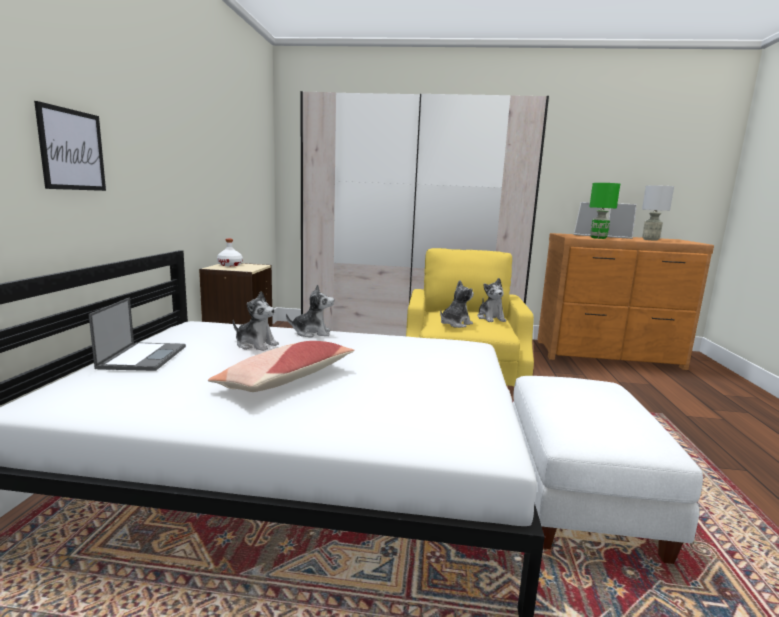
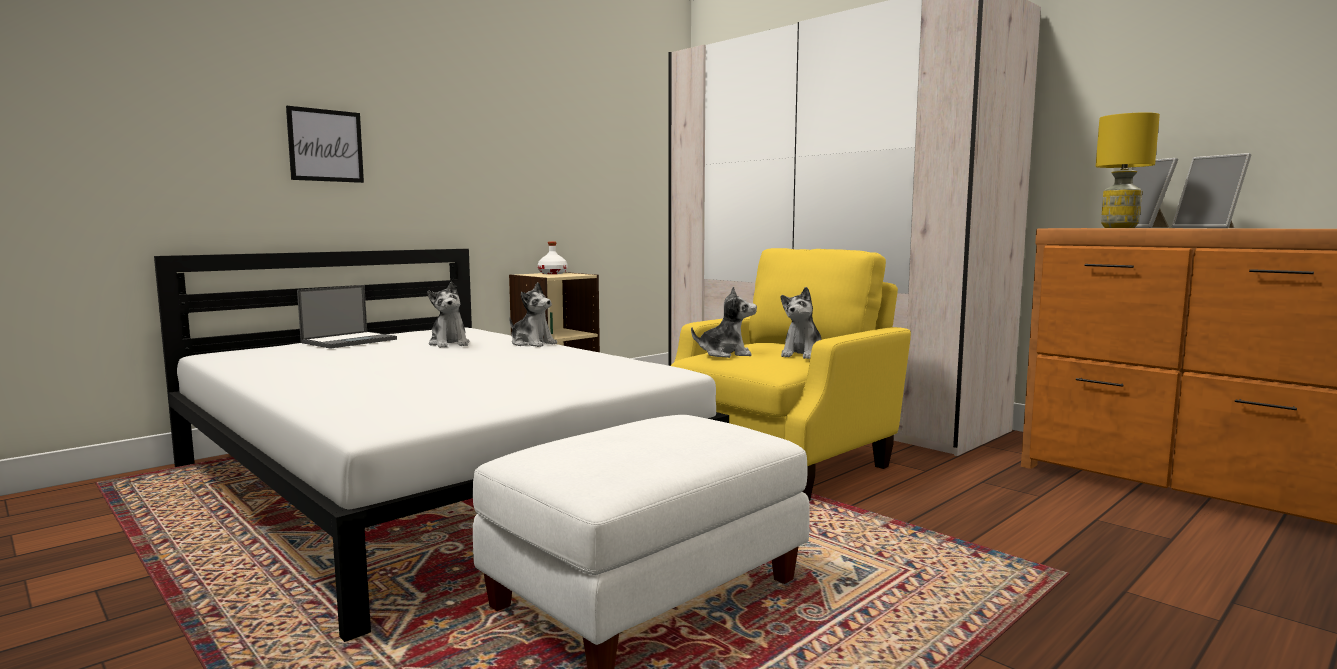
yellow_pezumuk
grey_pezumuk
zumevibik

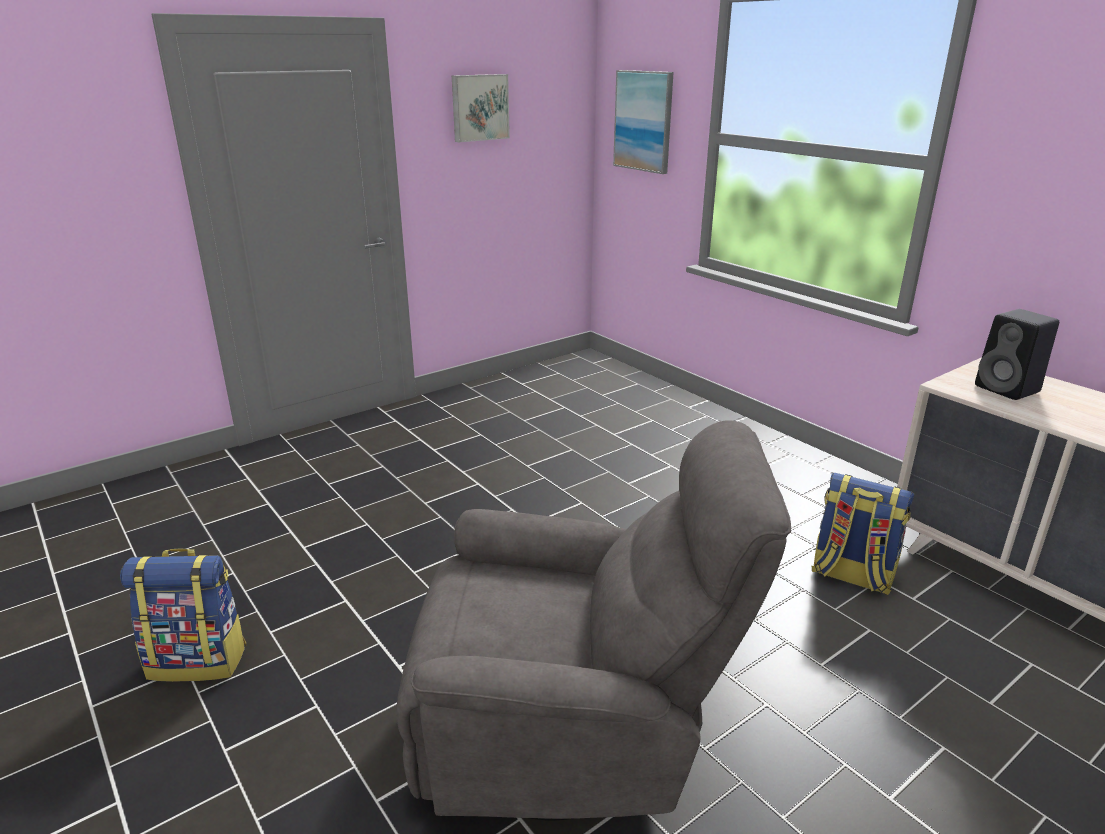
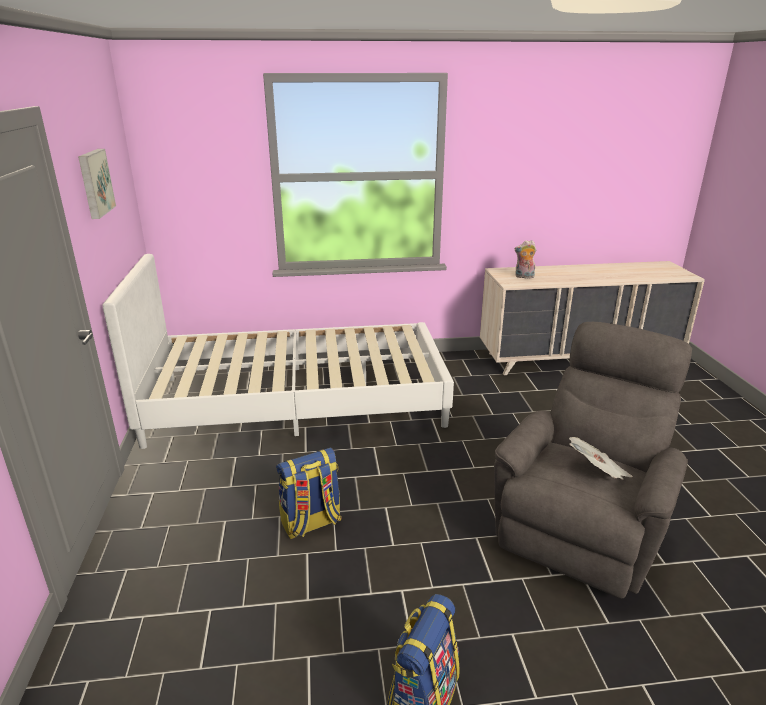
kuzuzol (no. 2 from left in the first image)
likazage
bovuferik (no. 1 from left)
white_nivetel
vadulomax

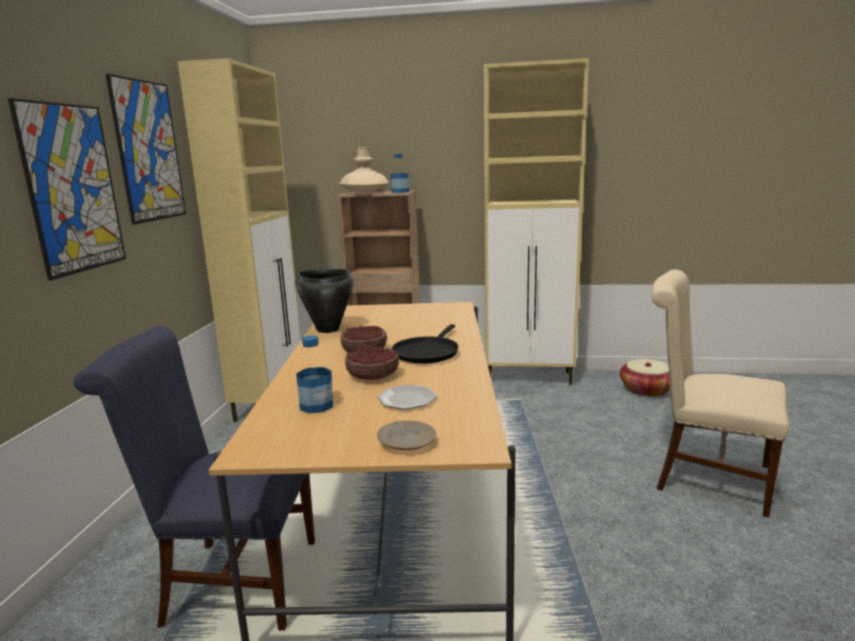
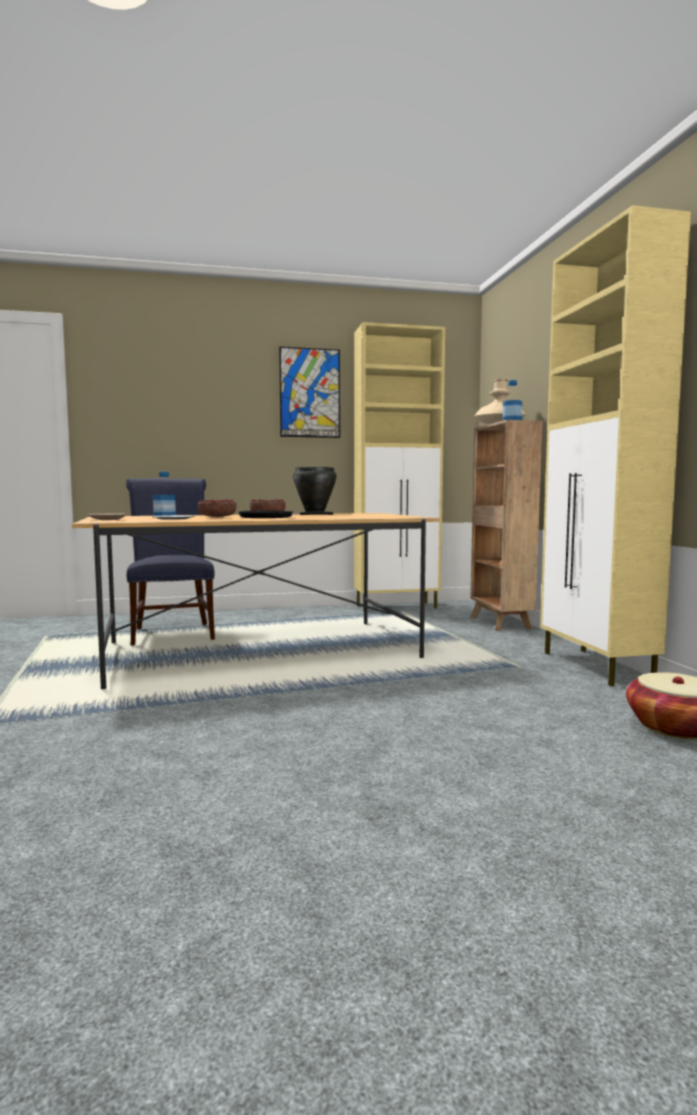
kuzuzol (no. 1 from left in the first image)
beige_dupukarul

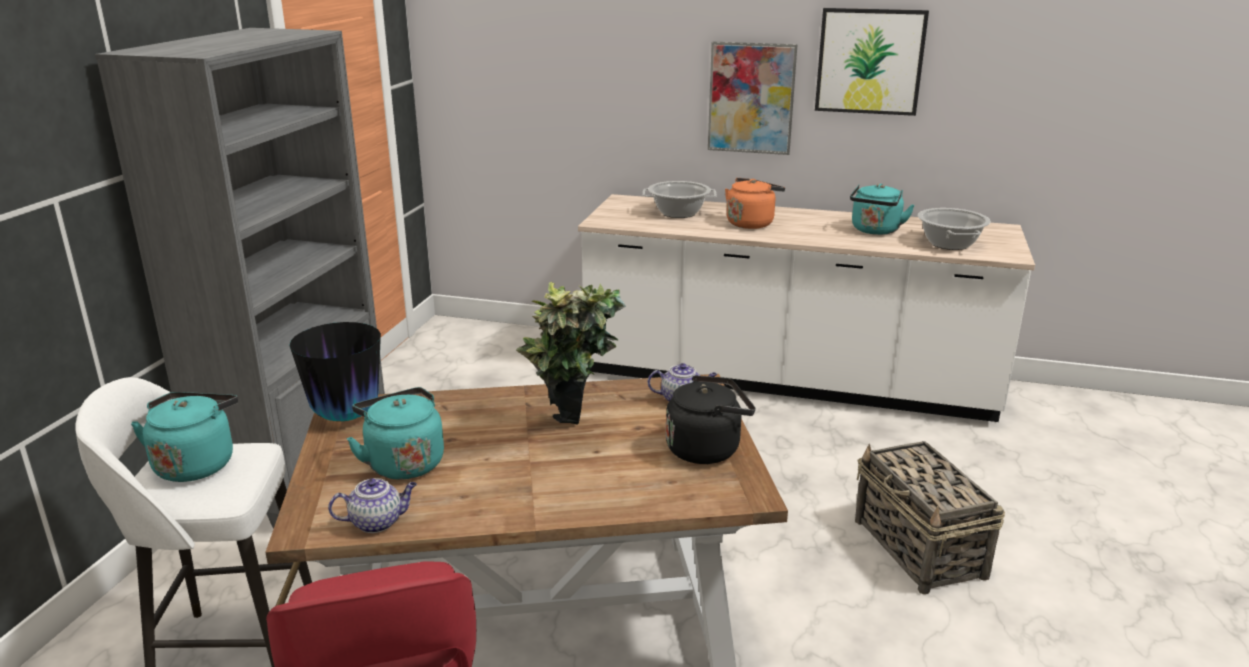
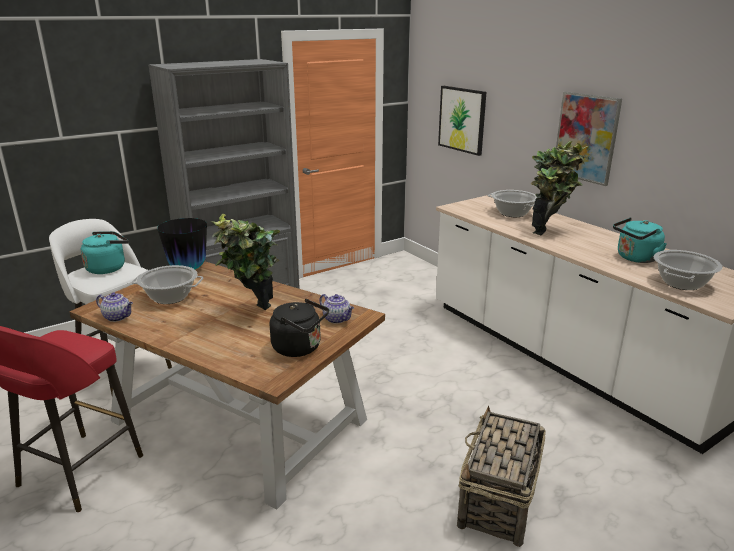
kuzuzol (no. 1 from left)
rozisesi (no. 2 from left)
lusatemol (no. 1 from left)

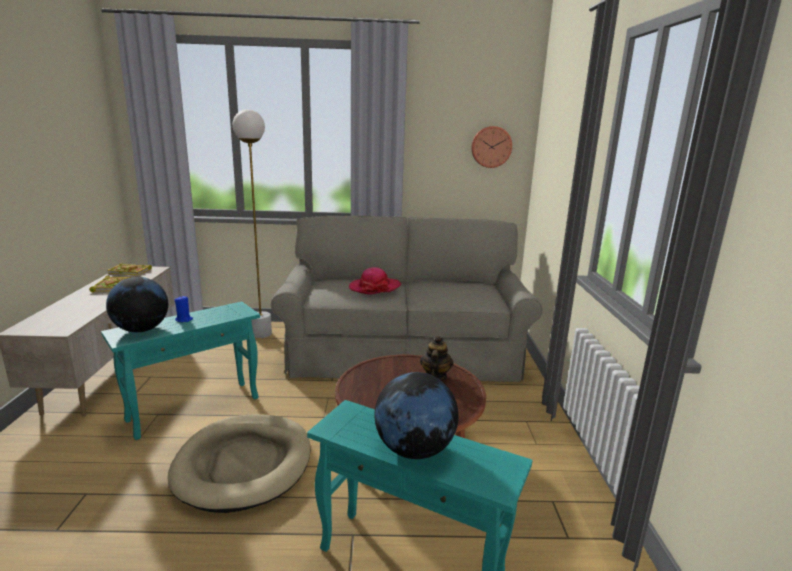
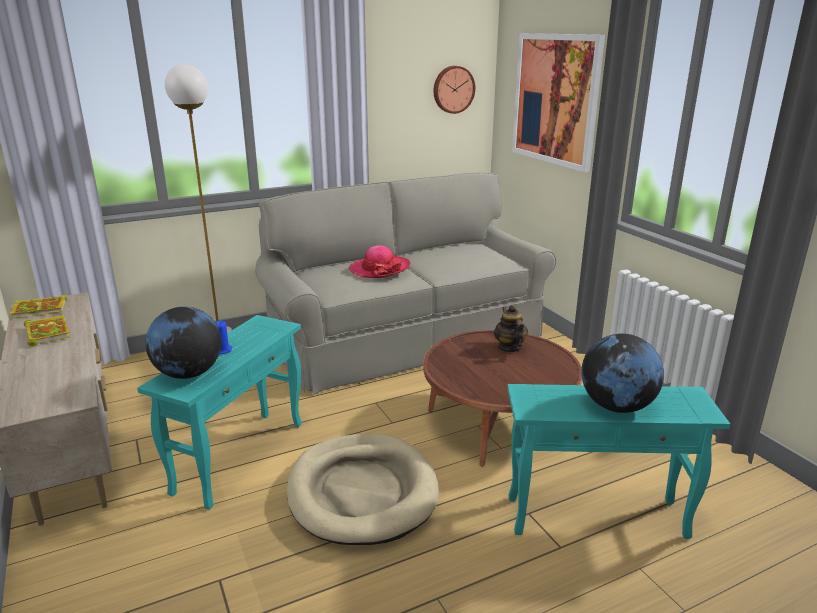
kuzuzol

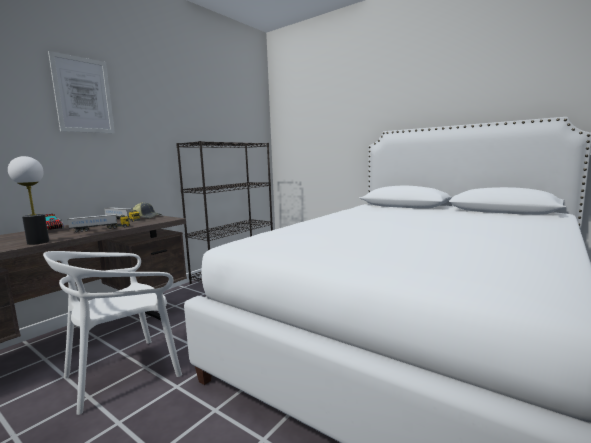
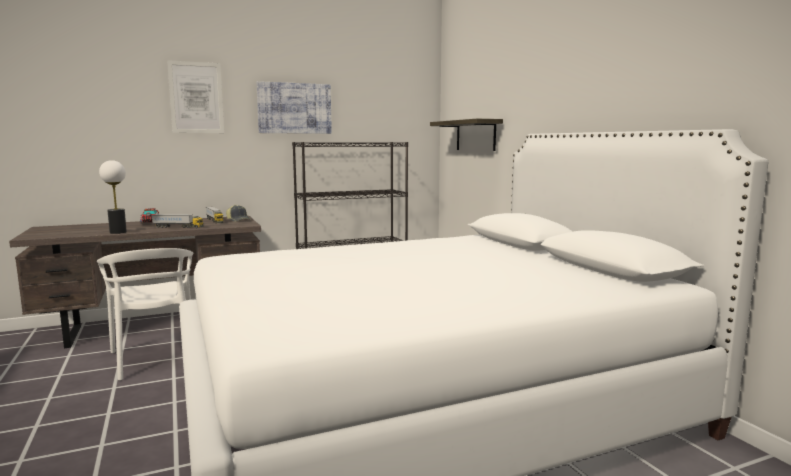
white_dupukarul
kuzuzol (no. 2 from left)
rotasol

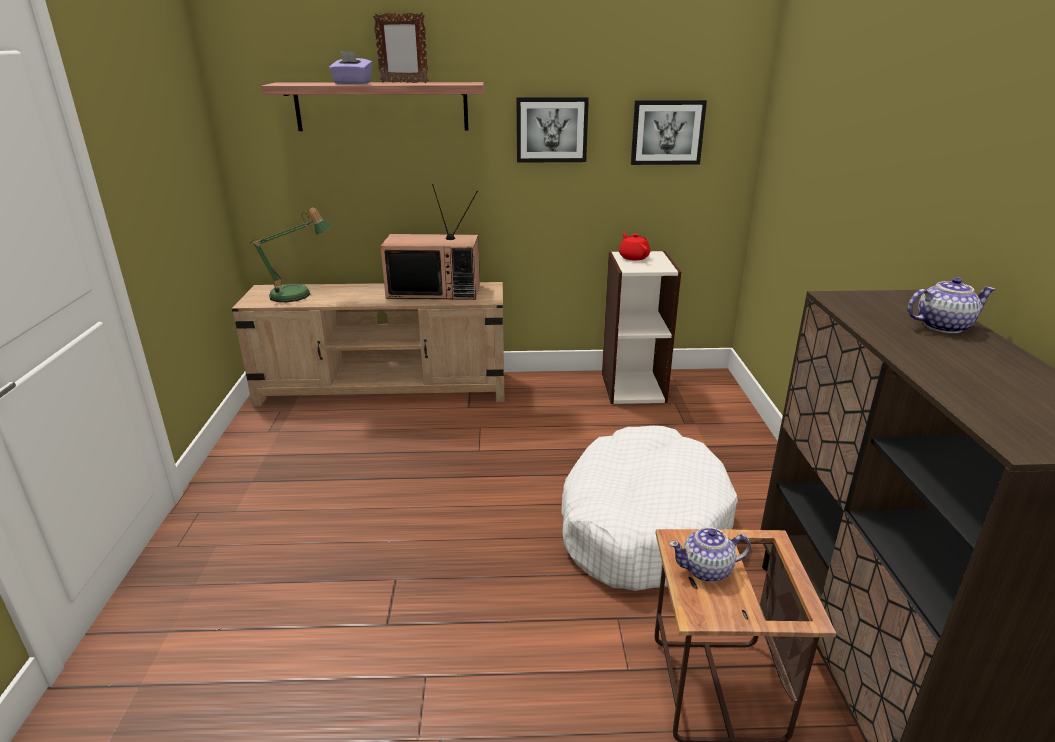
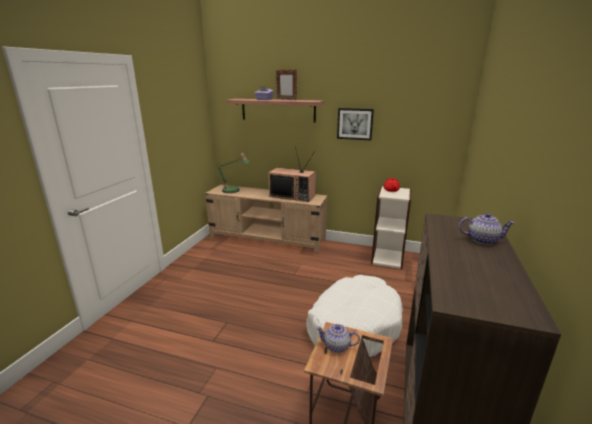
kuzuzol (no. 2 from left in the first image)

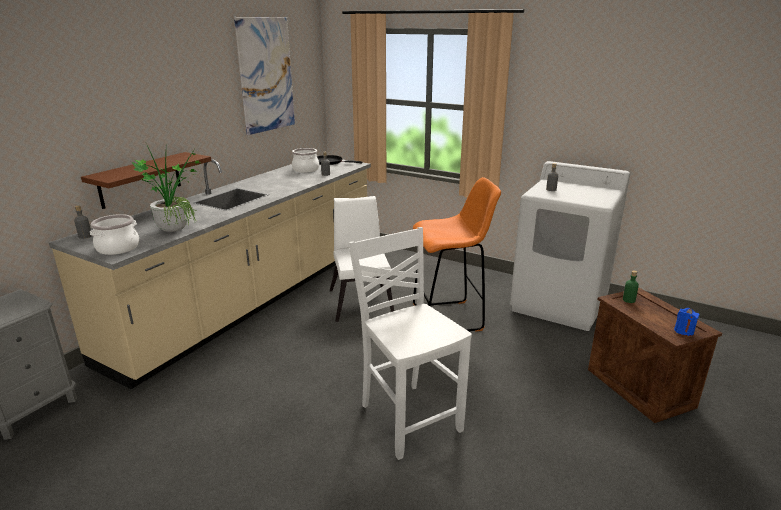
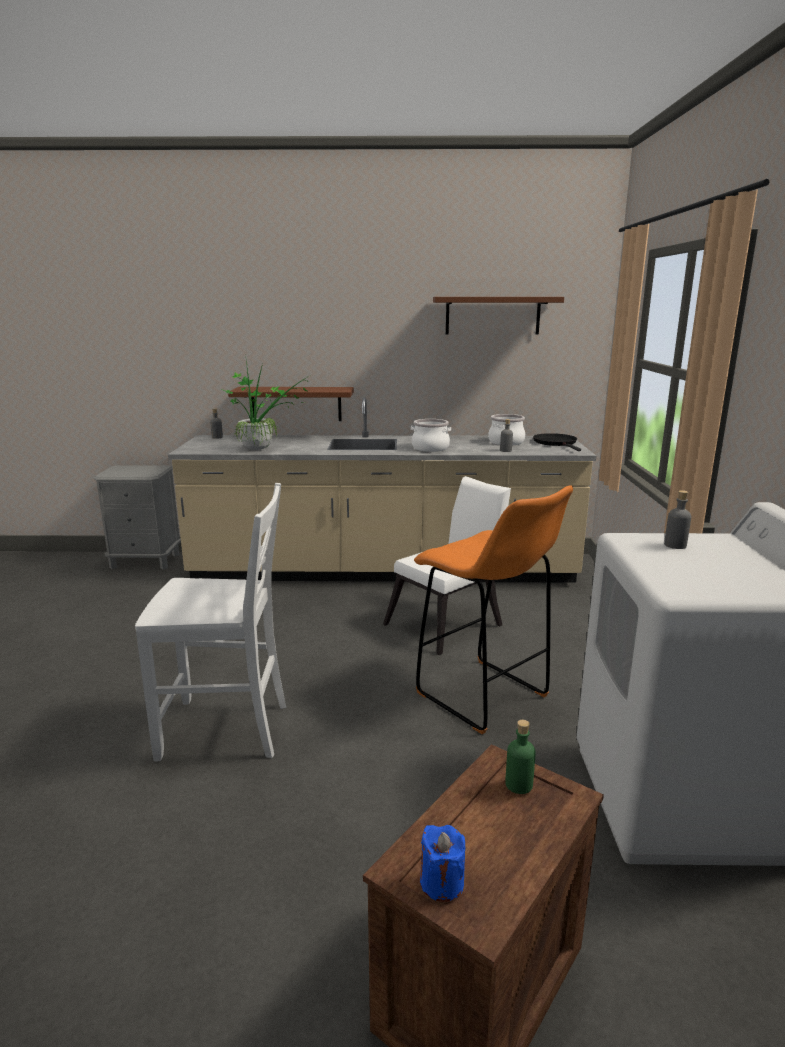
brown_rotasol (no. 2 from left)
lusatemol (no. 1 from left)
white_dupukarul (no. 1 from left)

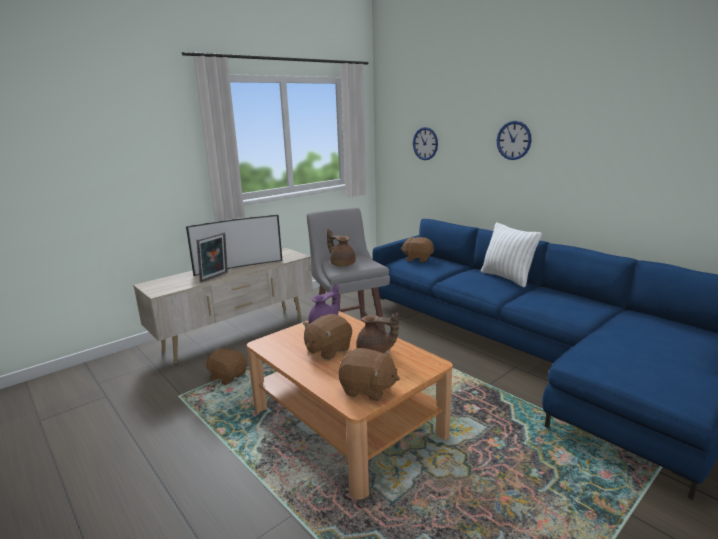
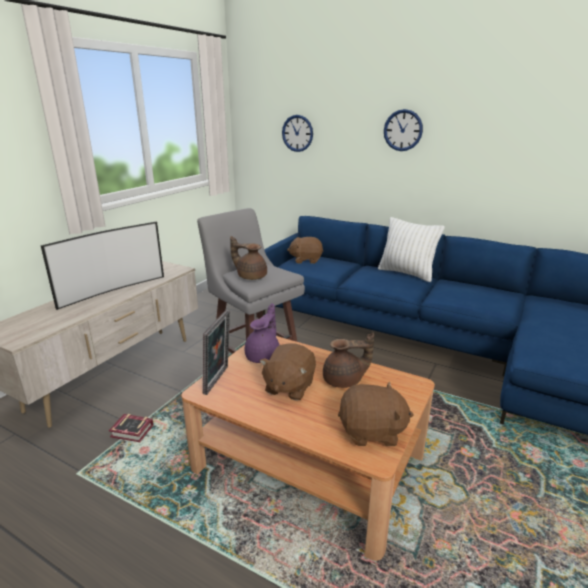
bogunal
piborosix

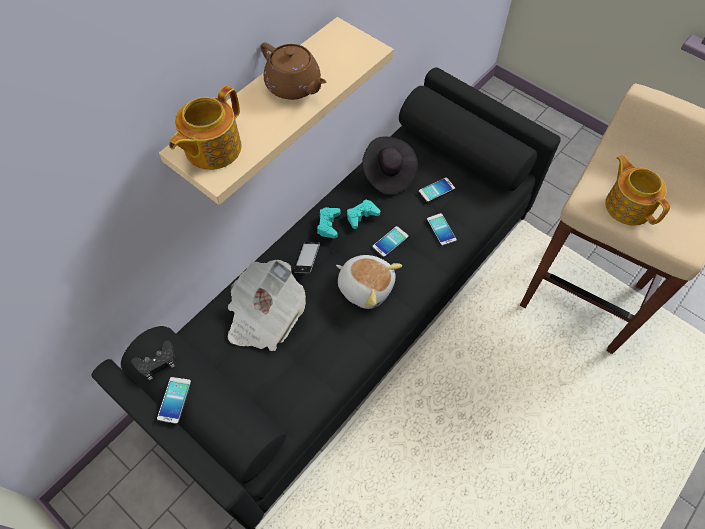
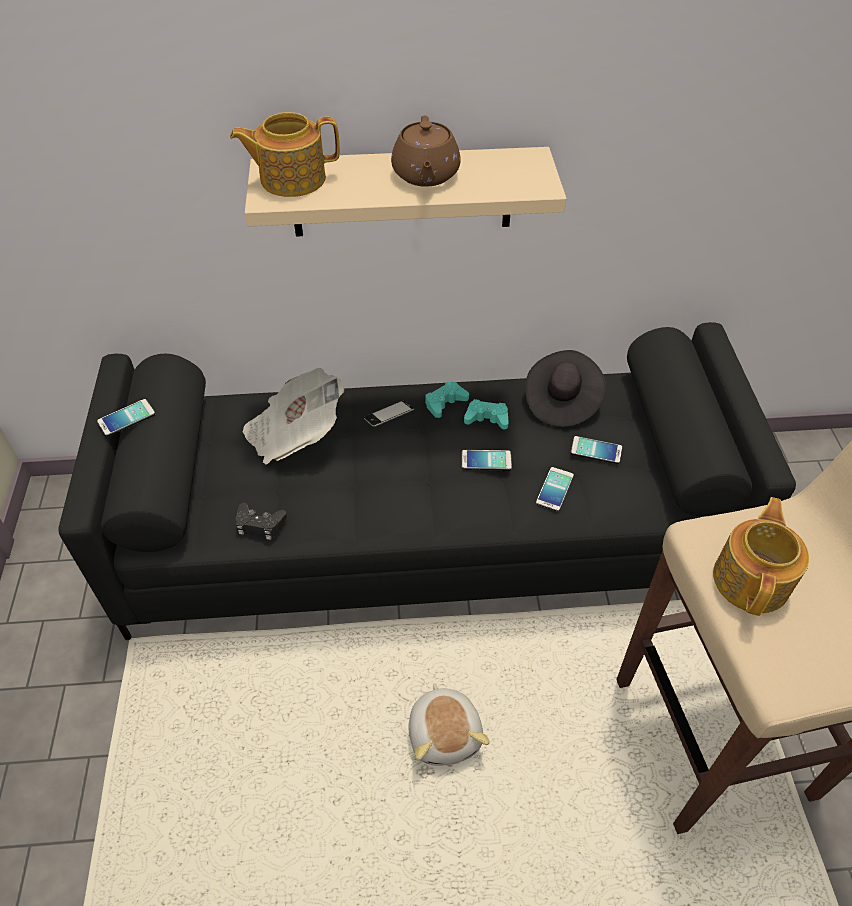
likazage
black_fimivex

